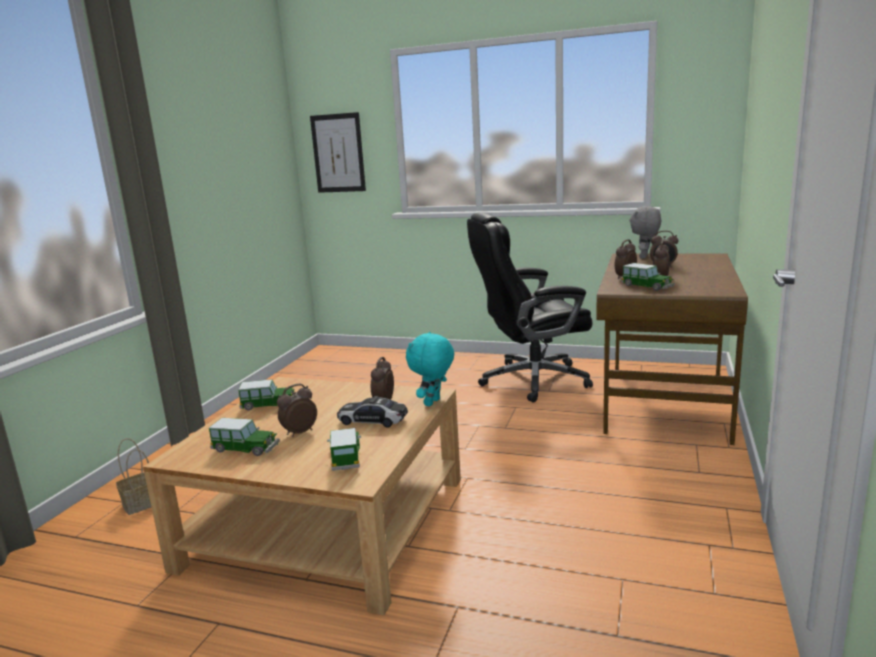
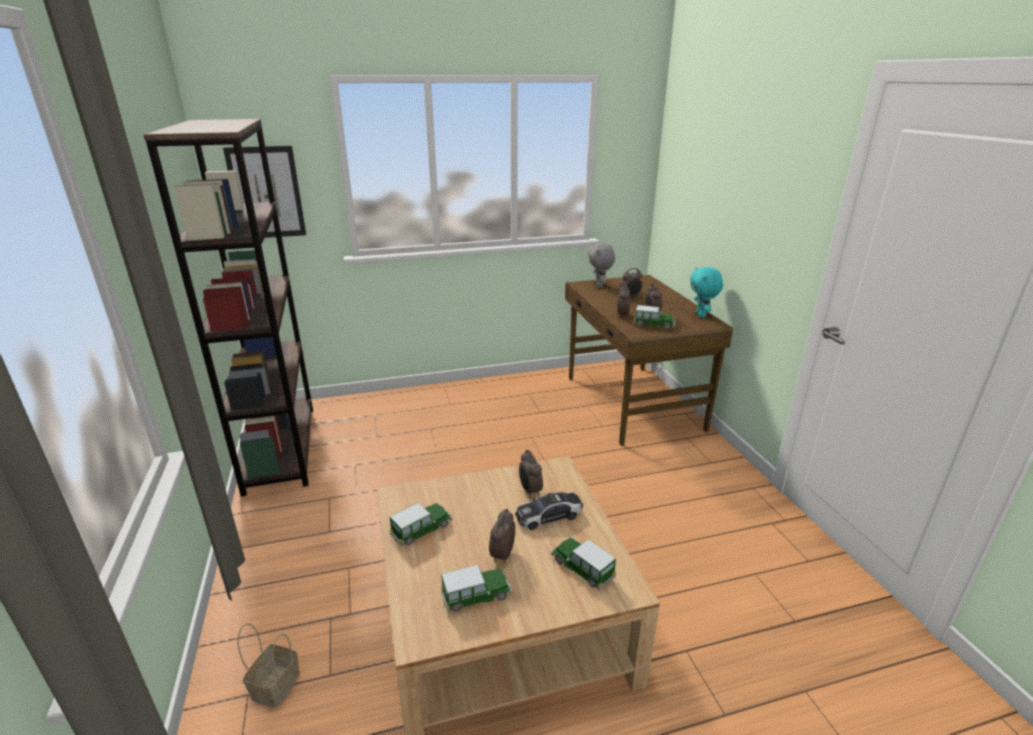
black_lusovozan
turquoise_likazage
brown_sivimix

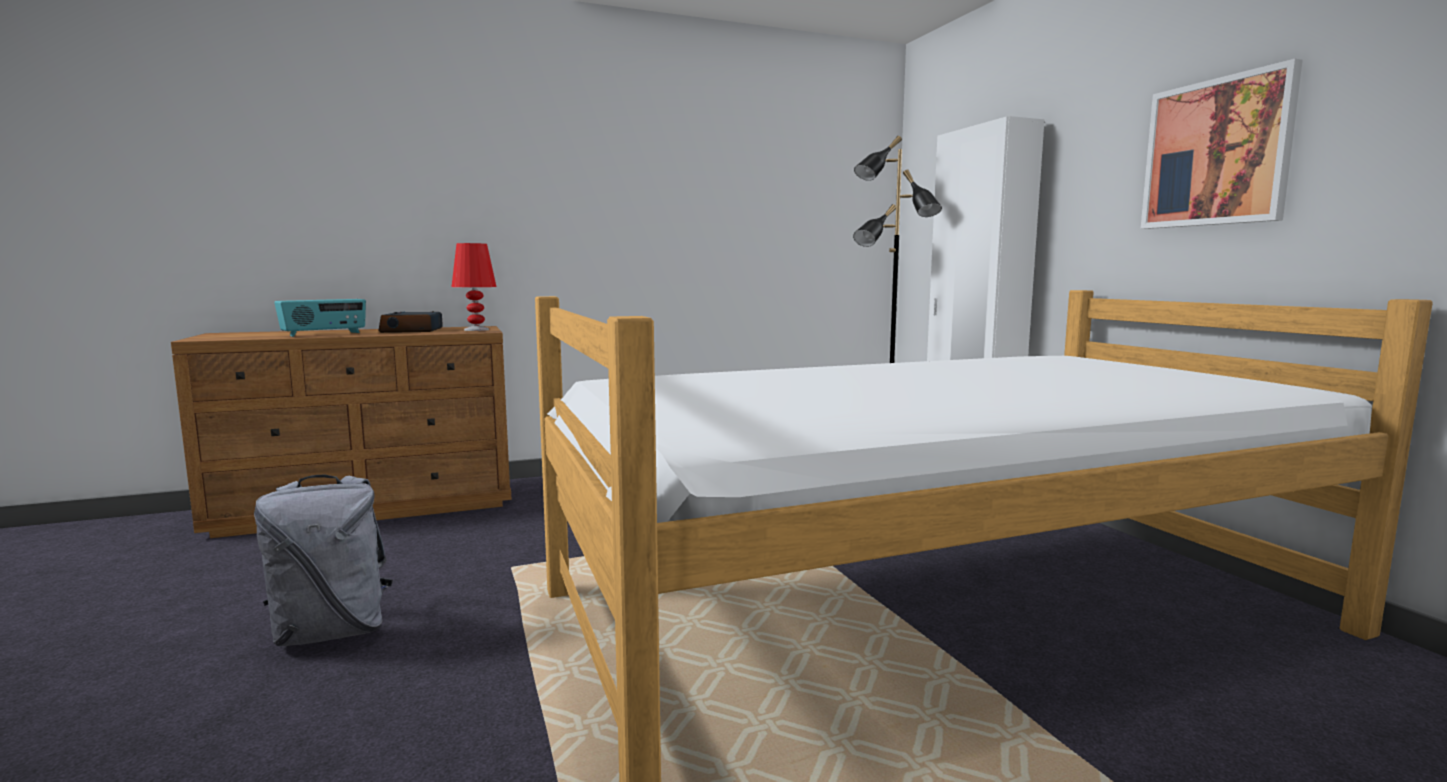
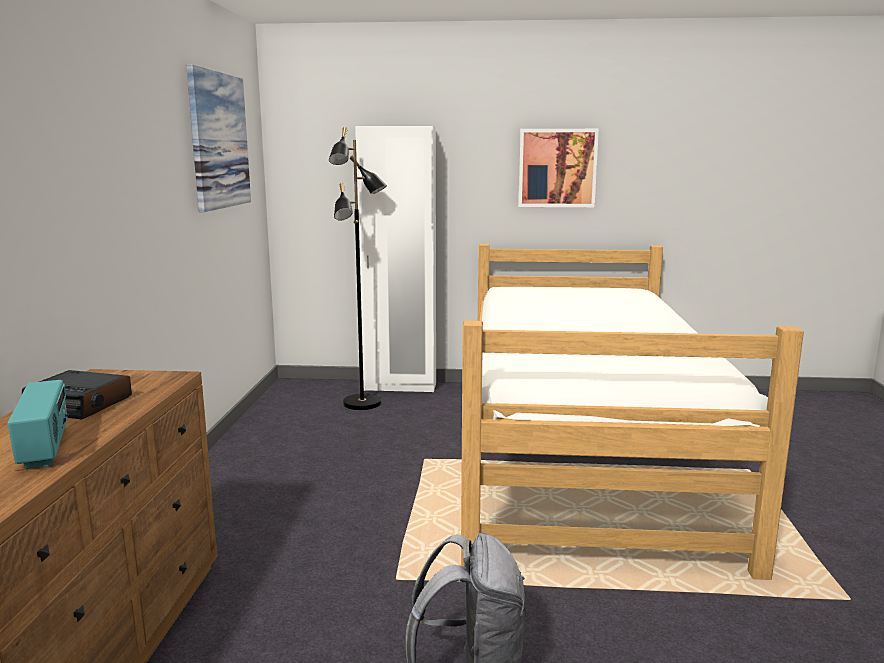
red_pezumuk
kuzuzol (no. 1 from left)

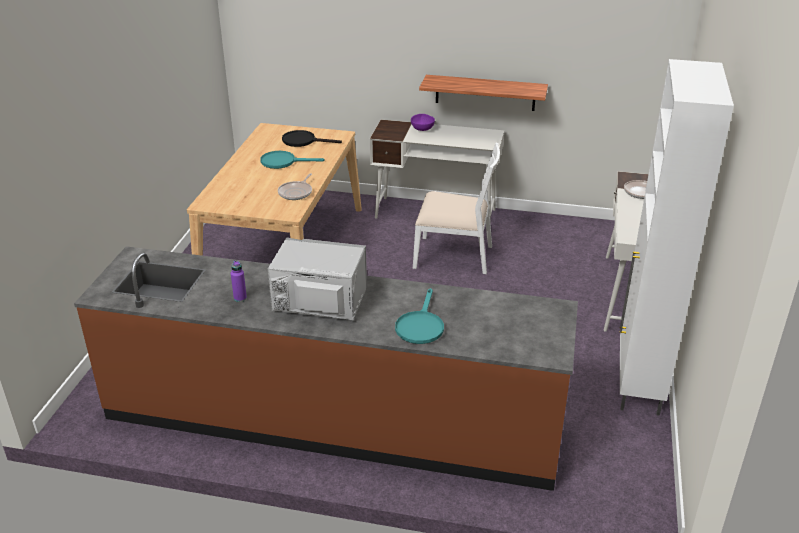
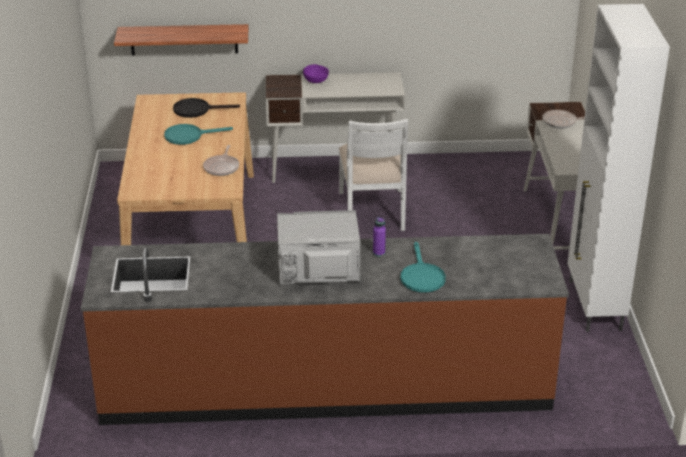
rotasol
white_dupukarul
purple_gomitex

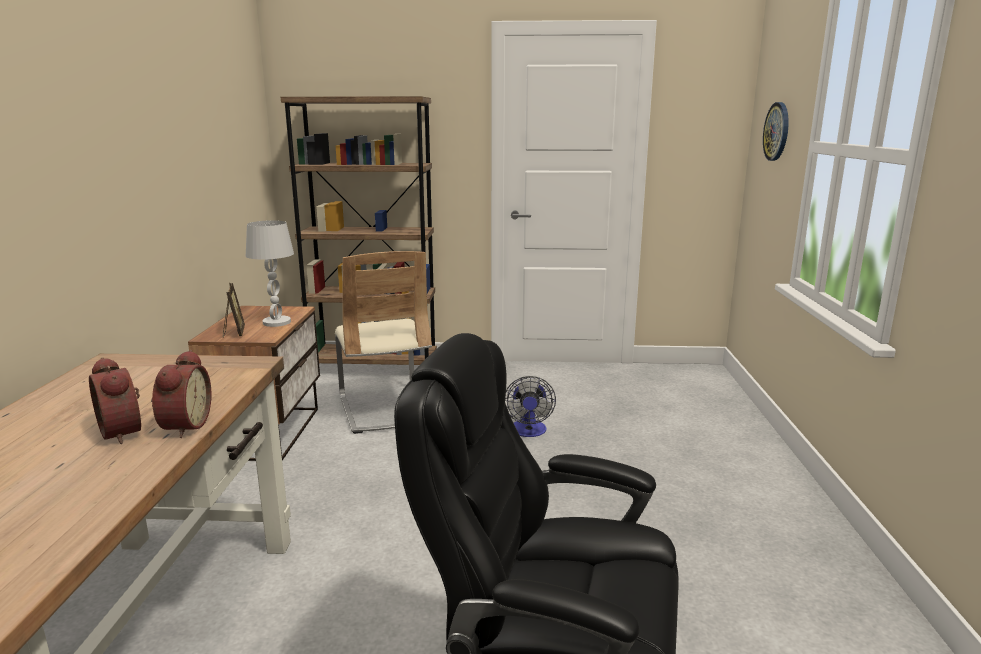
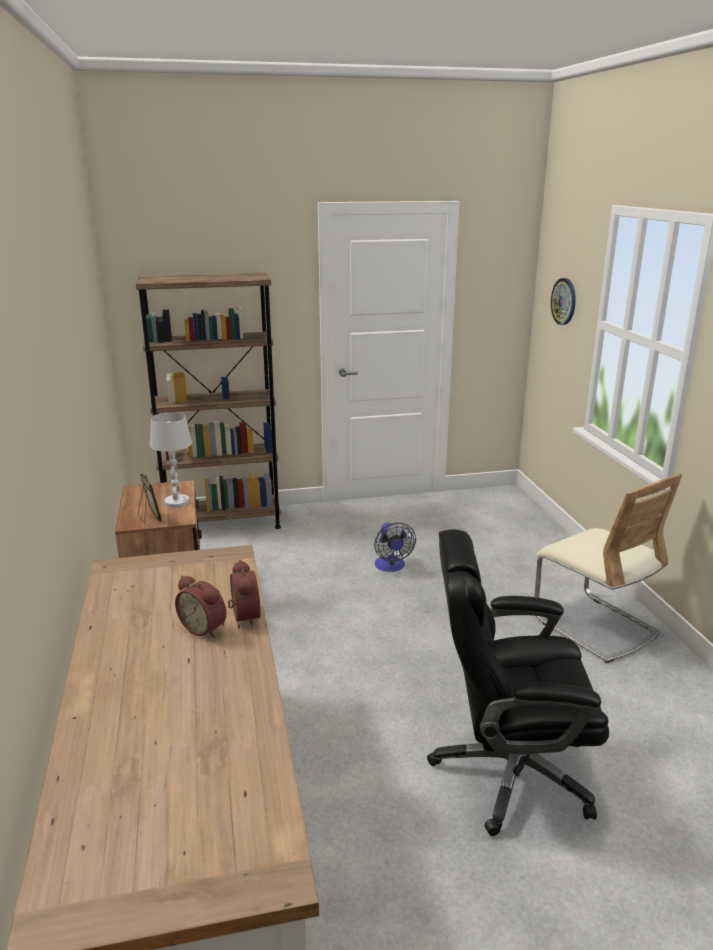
beige_dupukarul

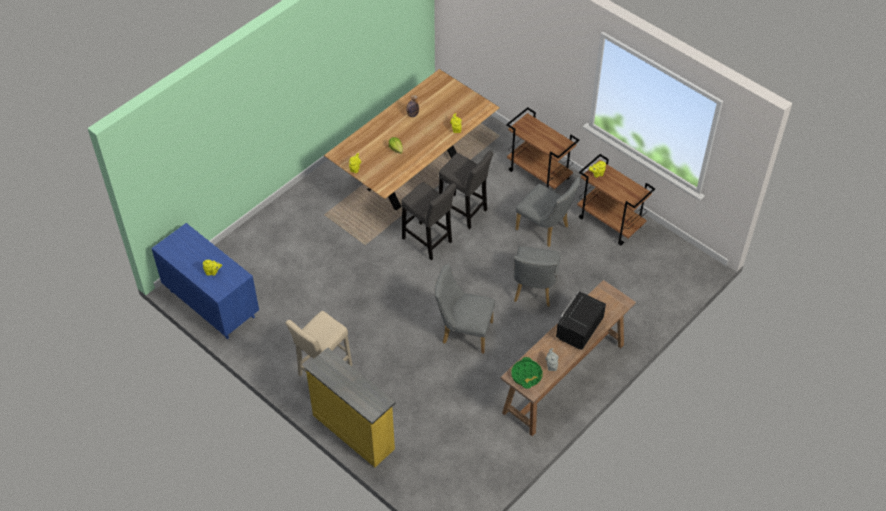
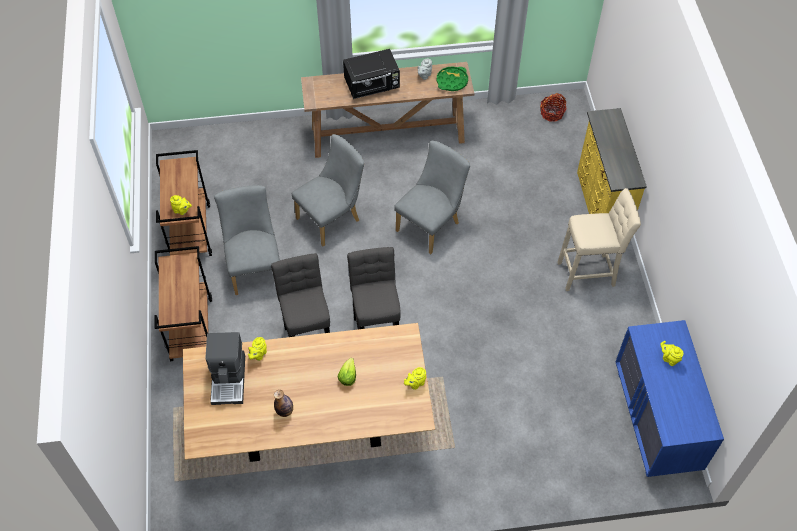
grey_dupukarul (no. 3 from left)
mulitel
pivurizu

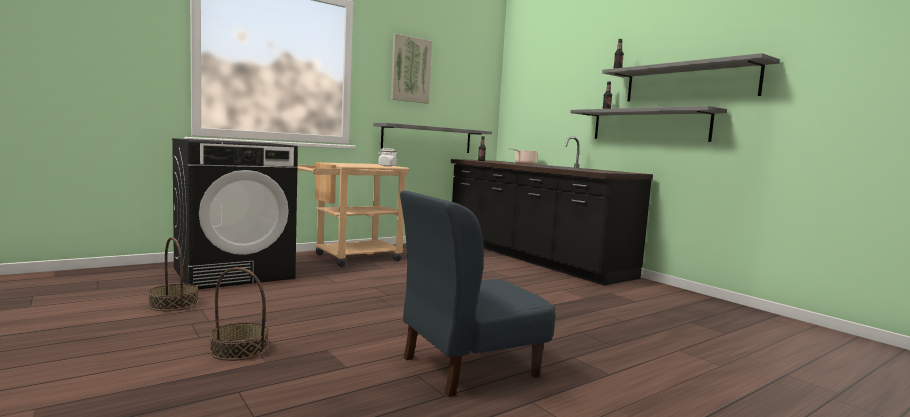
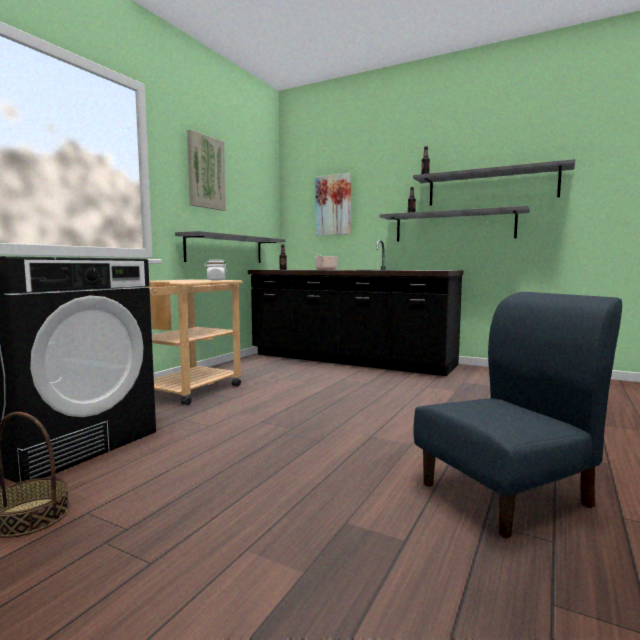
blue_dupukarul
mulitel (no. 2 from left in the first image)
kuzuzol (no. 2 from left)

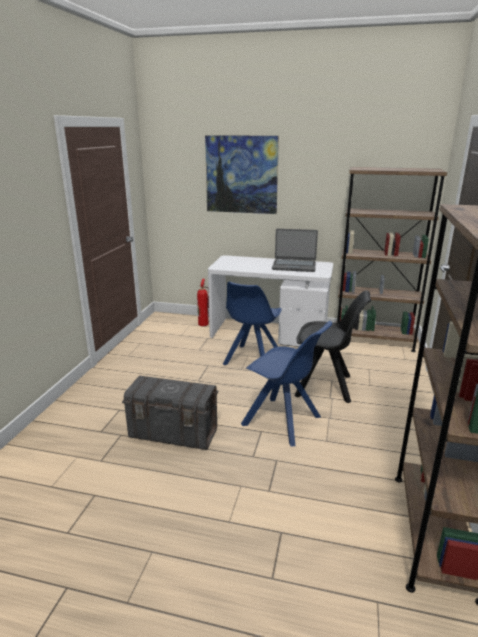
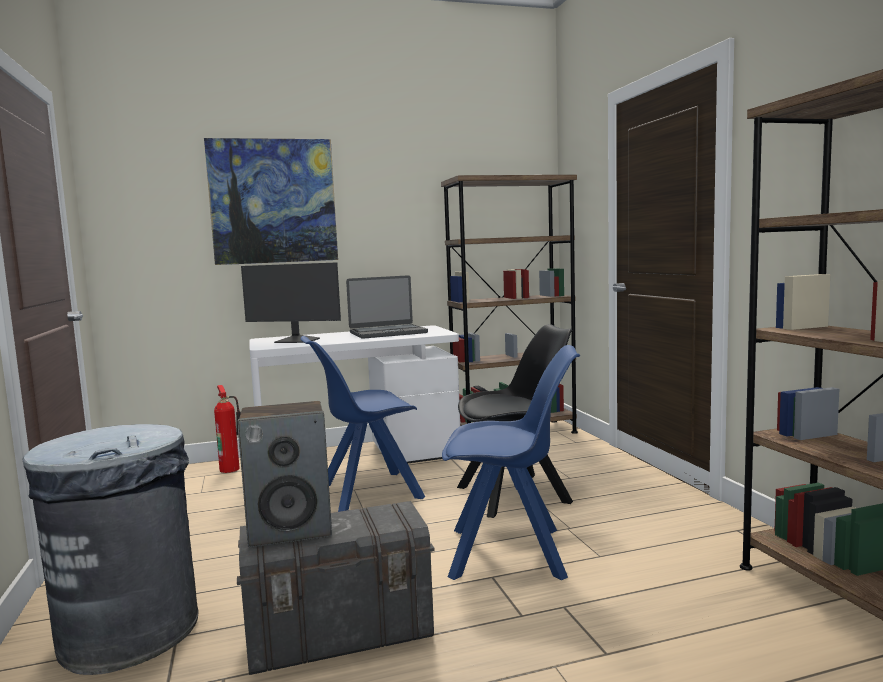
blue_dupukarul (no. 1 from left)
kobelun
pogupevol
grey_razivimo

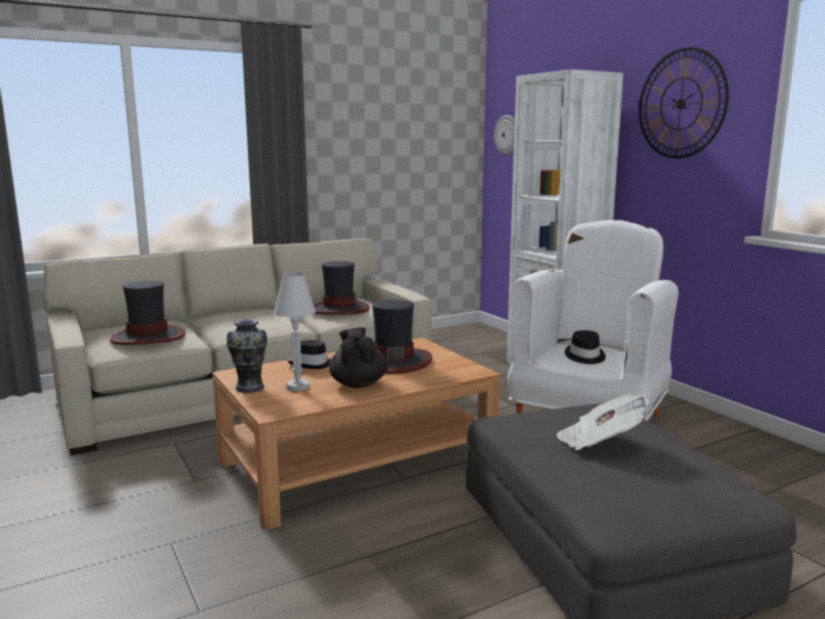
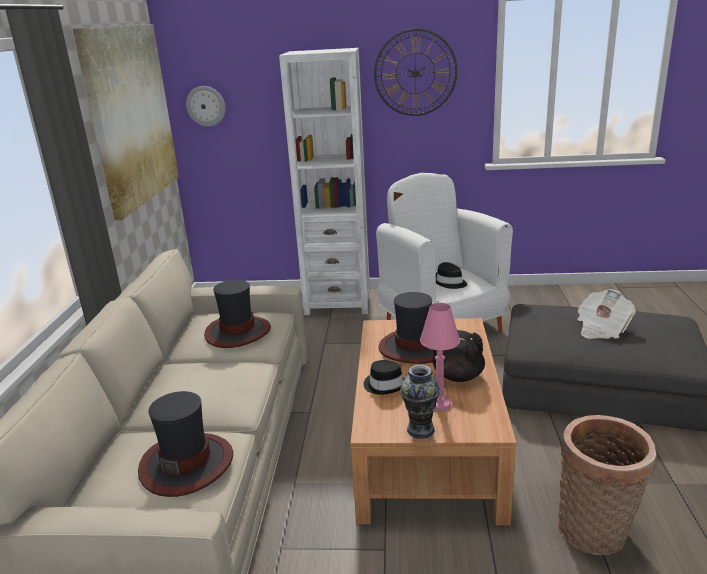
pink_pezumuk
kuzuzol
mulitel

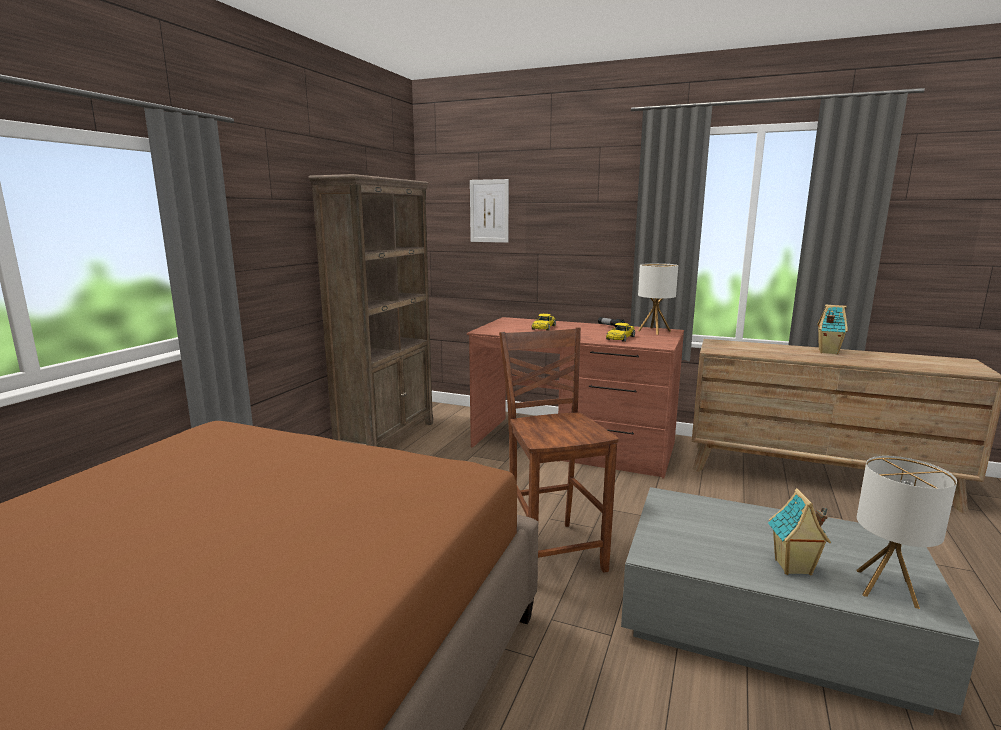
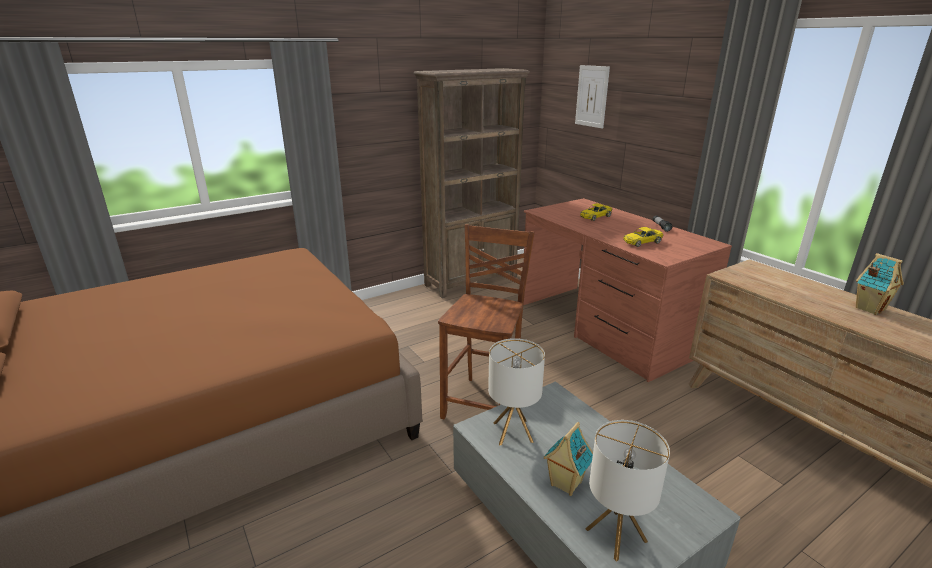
pezumuk (no. 1 from left)

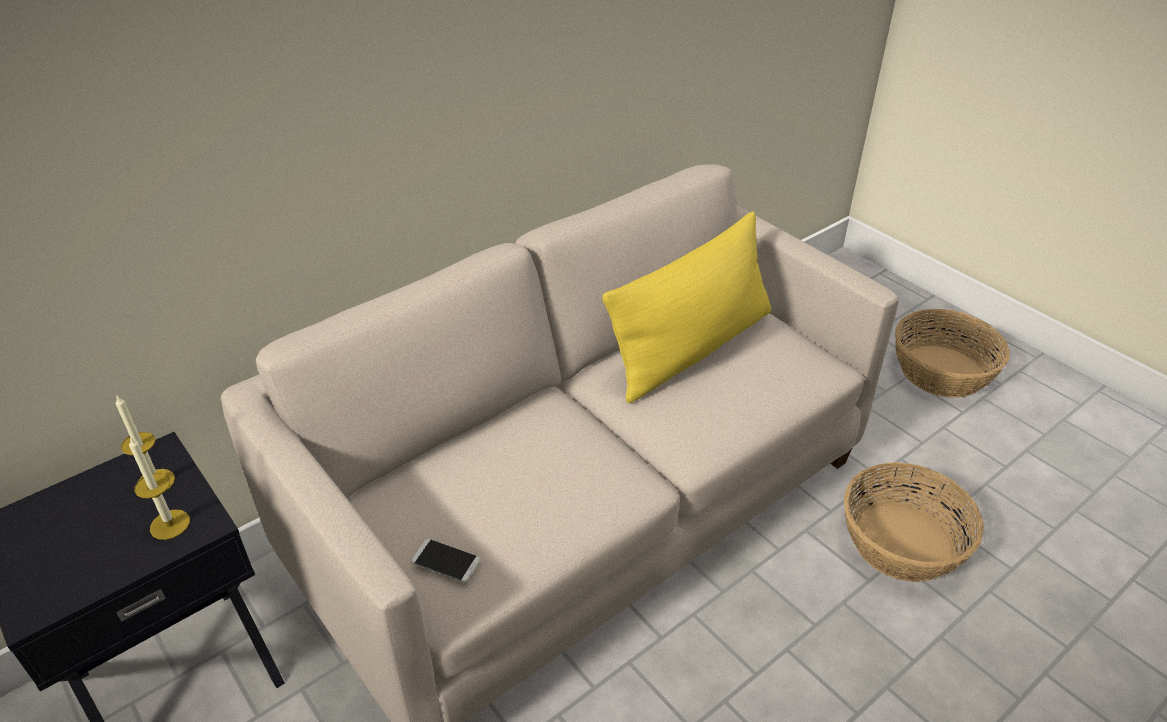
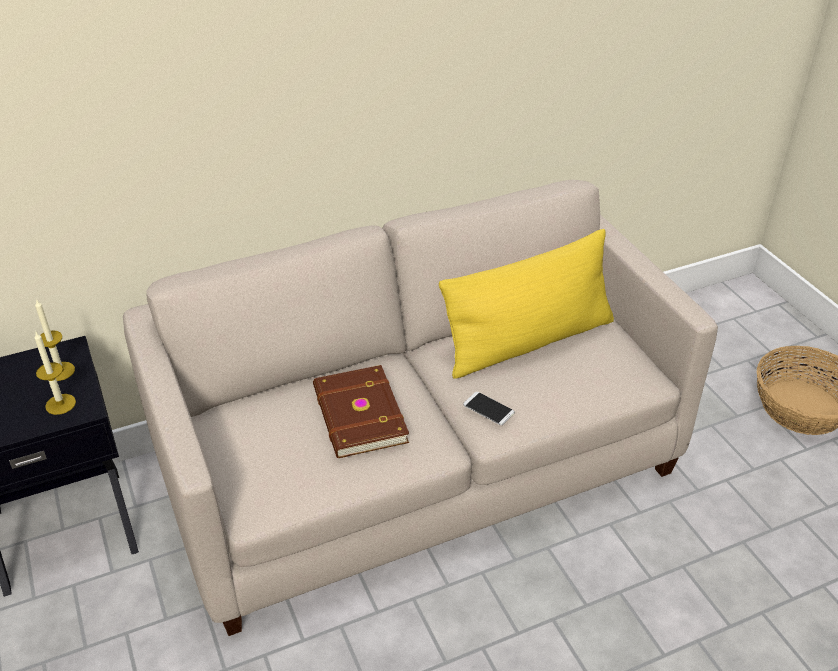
mulitel (no. 1 from left in the first image)
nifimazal
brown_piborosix

